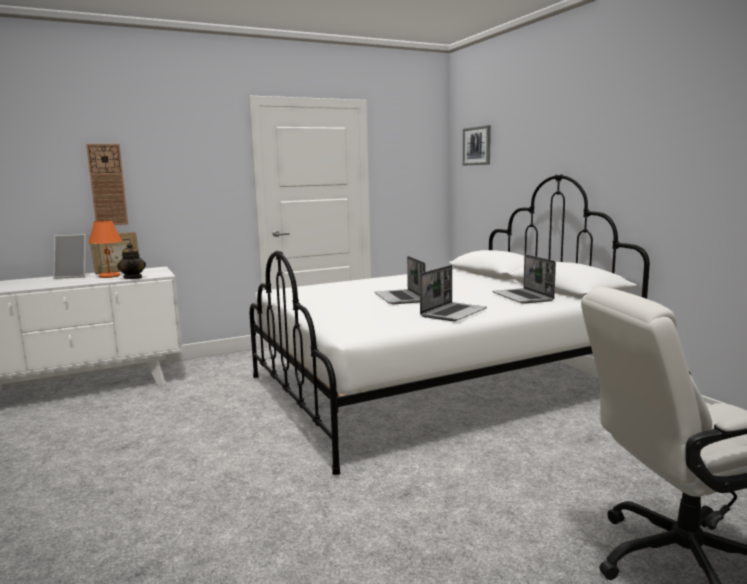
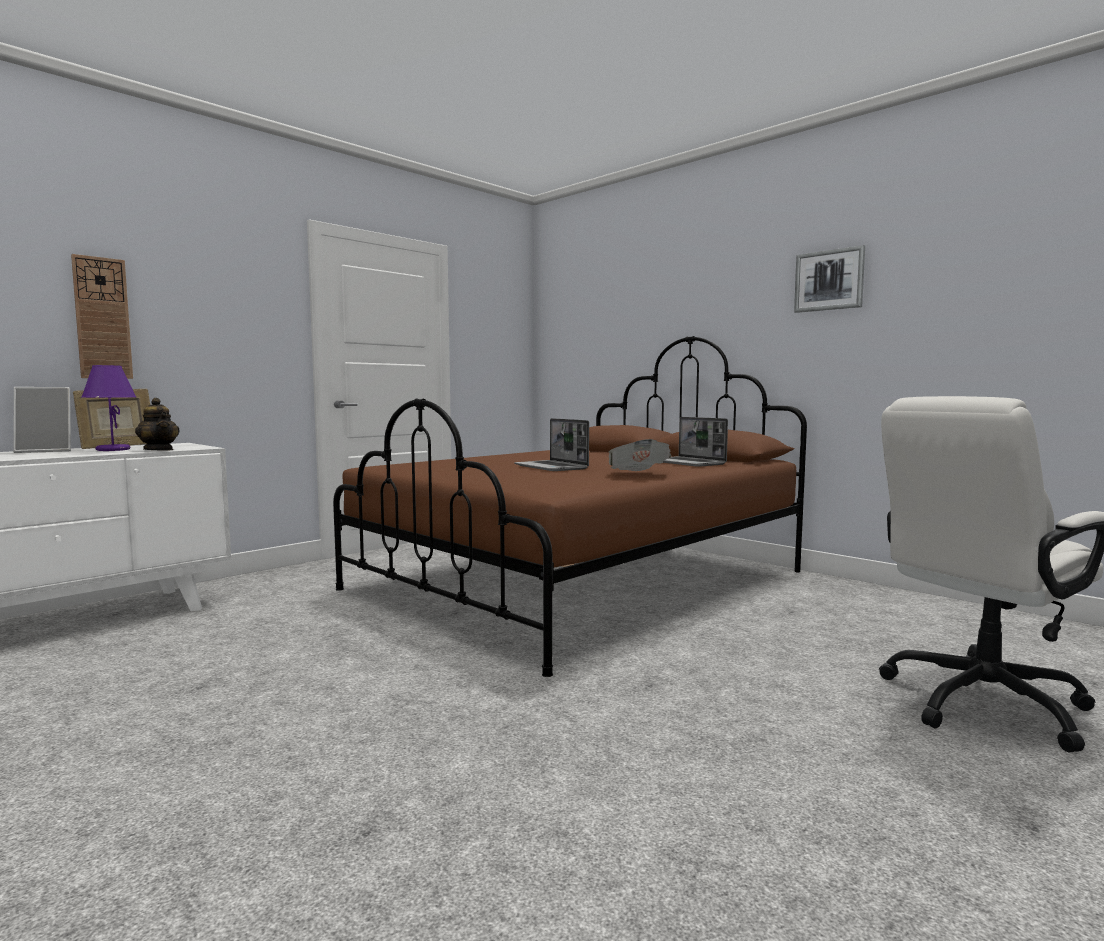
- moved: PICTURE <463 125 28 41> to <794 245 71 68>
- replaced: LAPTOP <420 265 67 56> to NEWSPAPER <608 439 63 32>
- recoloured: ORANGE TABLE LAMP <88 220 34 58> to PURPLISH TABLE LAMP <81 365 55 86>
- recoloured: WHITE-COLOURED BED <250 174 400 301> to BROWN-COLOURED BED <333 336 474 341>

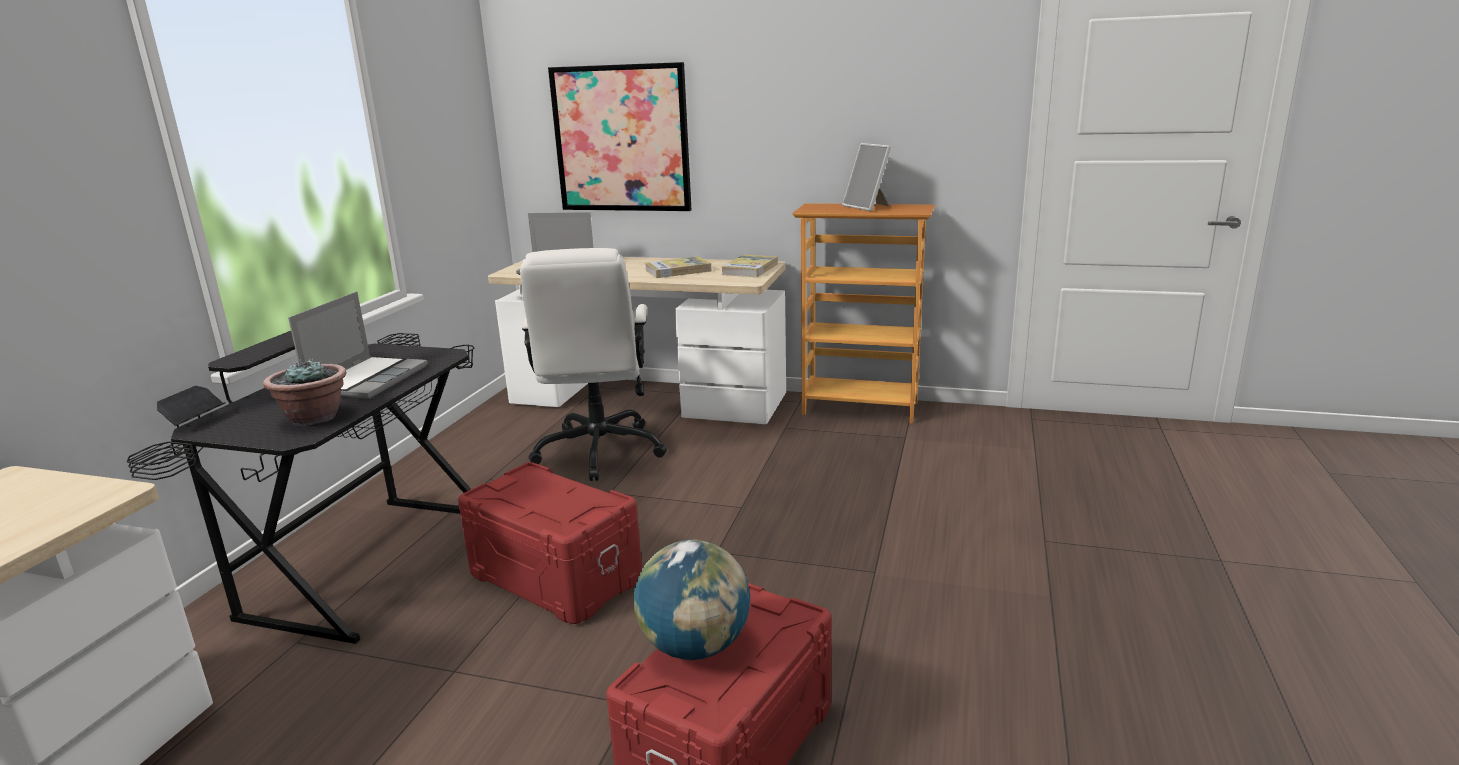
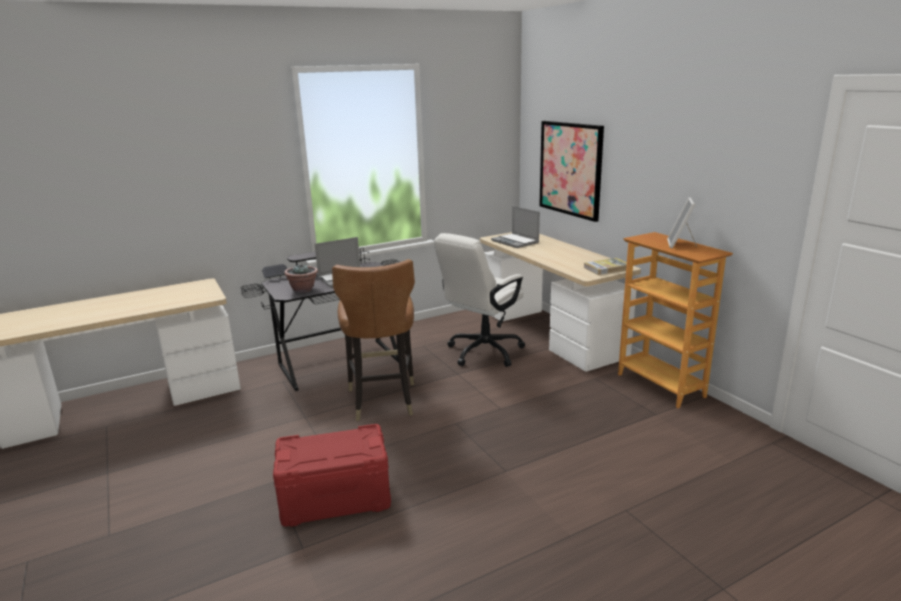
- removed: DESK GLOBE <634 540 116 120>
- removed: VOLUME <645 256 66 22>
- replaced: REDDISH STORAGE BIN <458 462 184 162> to BROWN-COLOURED UPRIGHT CHAIR <332 259 83 162>

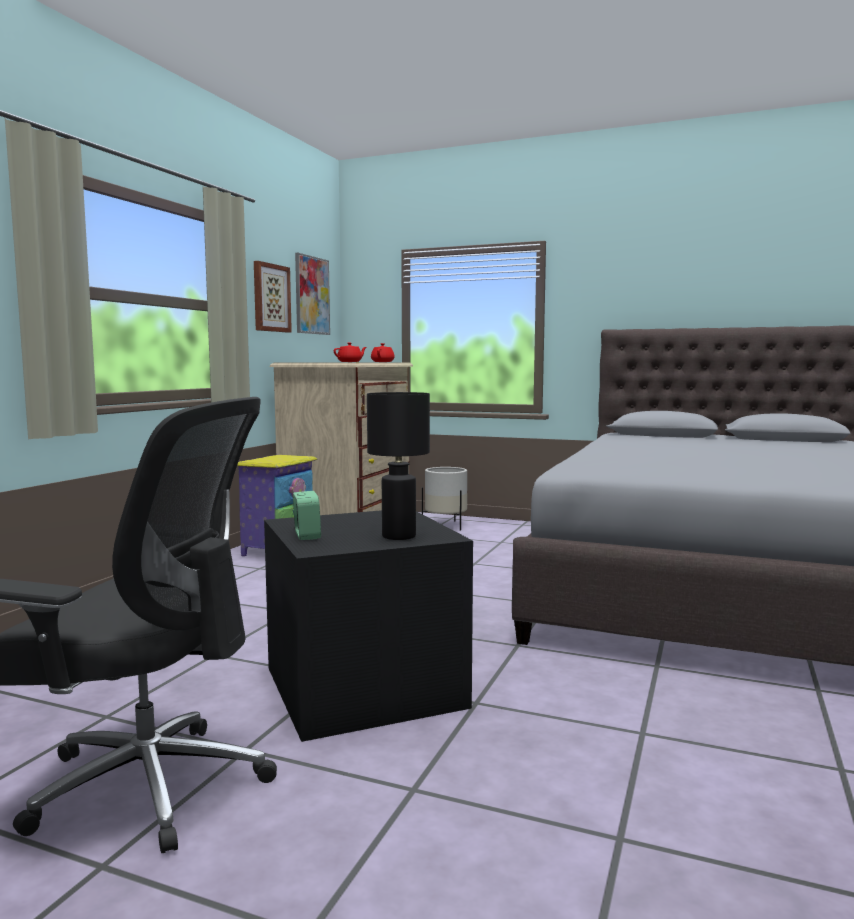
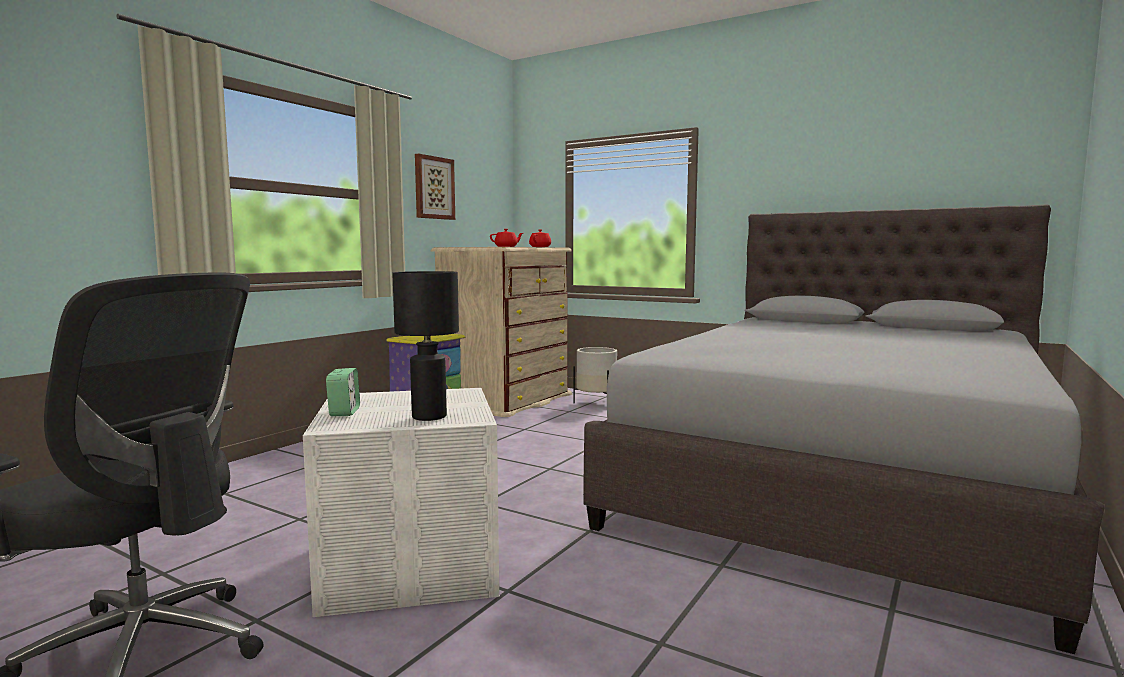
- removed: PICTURE <295 253 35 82>
- recoloured: BLACK STORAGE BIN <264 510 209 232> to WHITE-COLOURED STORAGE BIN <303 388 196 229>

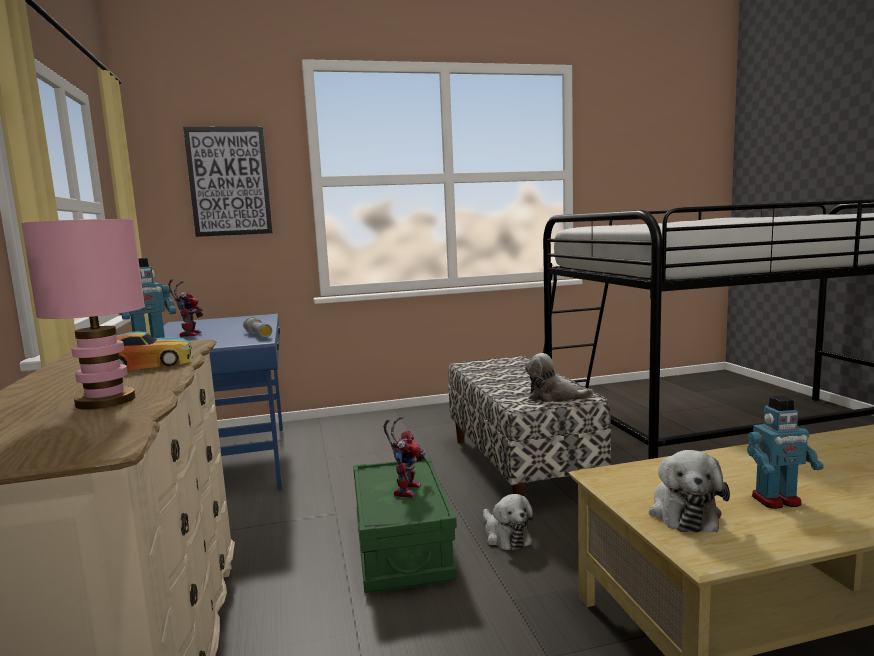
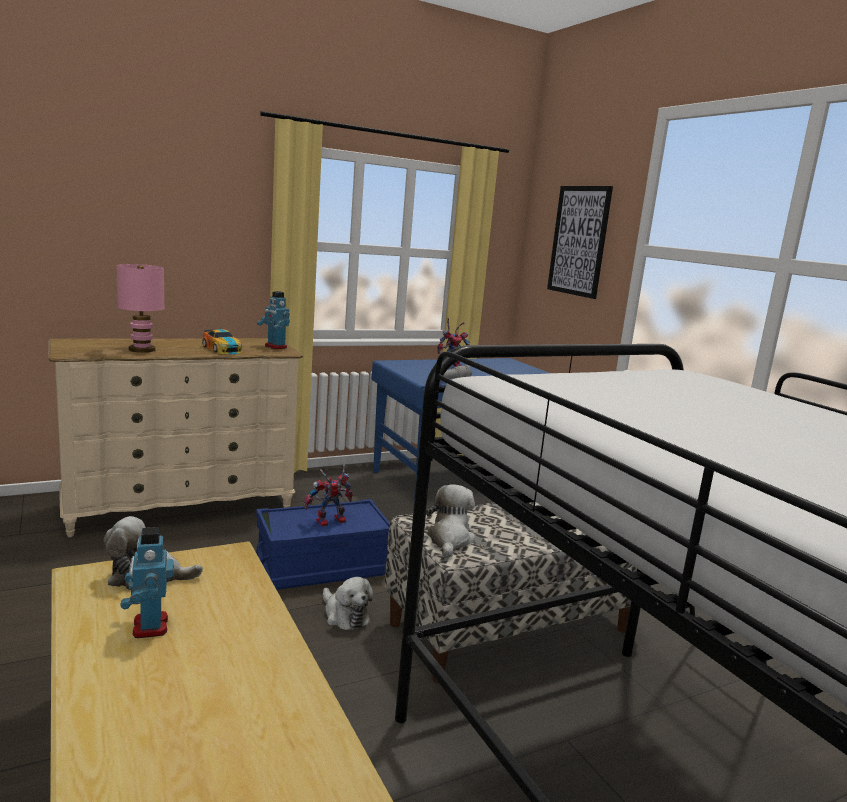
- recoloured: GREENISH STORAGE BIN <353 457 104 136> to BLUE STORAGE BIN <256 499 134 91>
- turned: TOY ROBOT <383 416 42 82> = <303 465 50 61> 150 degrees clockwise
- turned: PLUSH TOY <483 494 50 57> = <323 577 50 54> 90 degrees counterclockwise

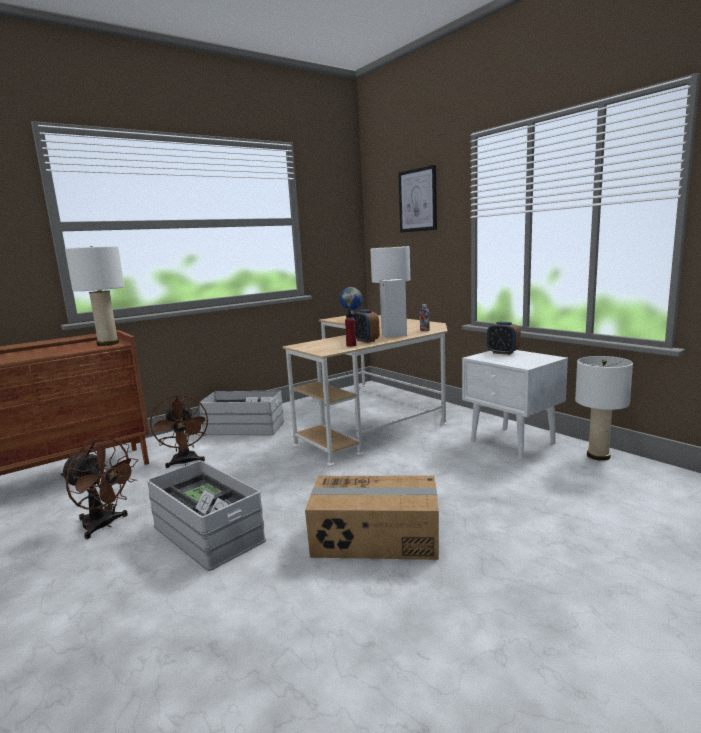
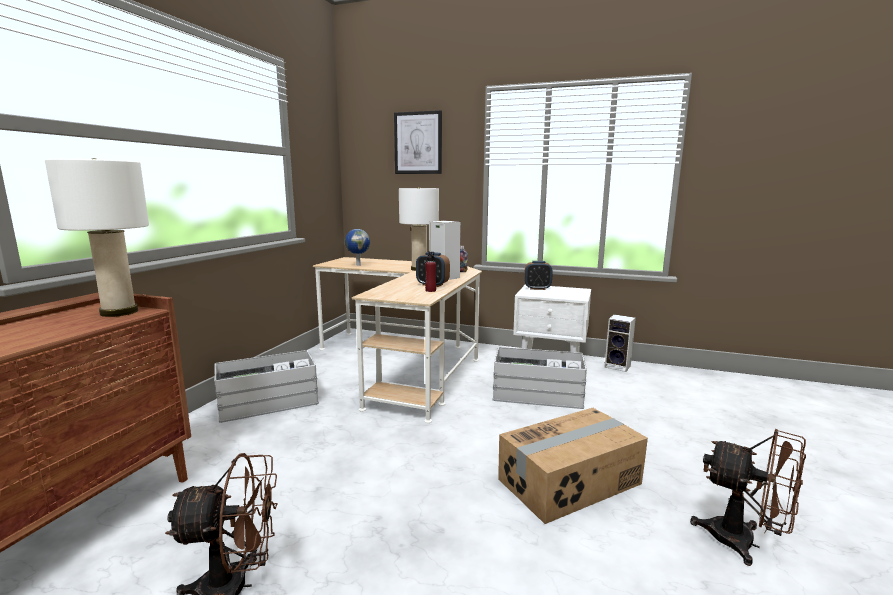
- moved: GREYISH STORAGE BIN <147 461 119 110> to <492 347 95 62>
- moved: BROWN-COLOURED COOLING FAN <150 395 58 73> to <690 429 116 137>
- replaced: WHITE-COLOURED TABLE LAMP <575 356 58 105> to LOUDSPEAKER <605 314 31 58>

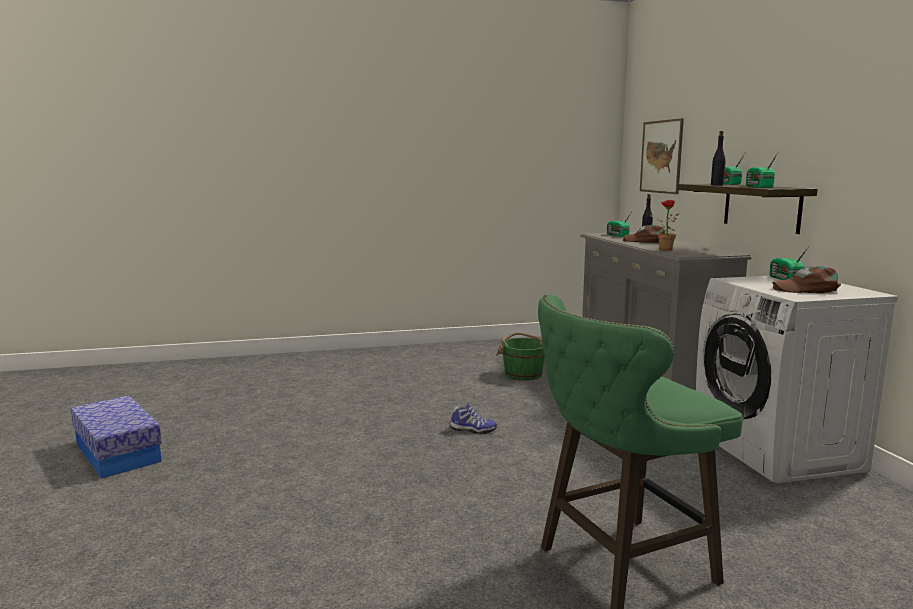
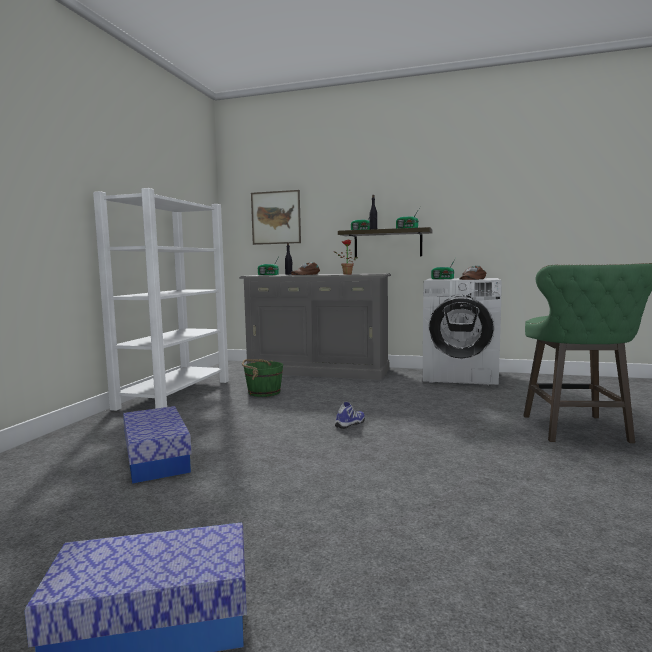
- added: WHITE-COLOURED BOOKSHELF <93 188 136 223>
- added: STORAGE BIN <123 406 69 78>

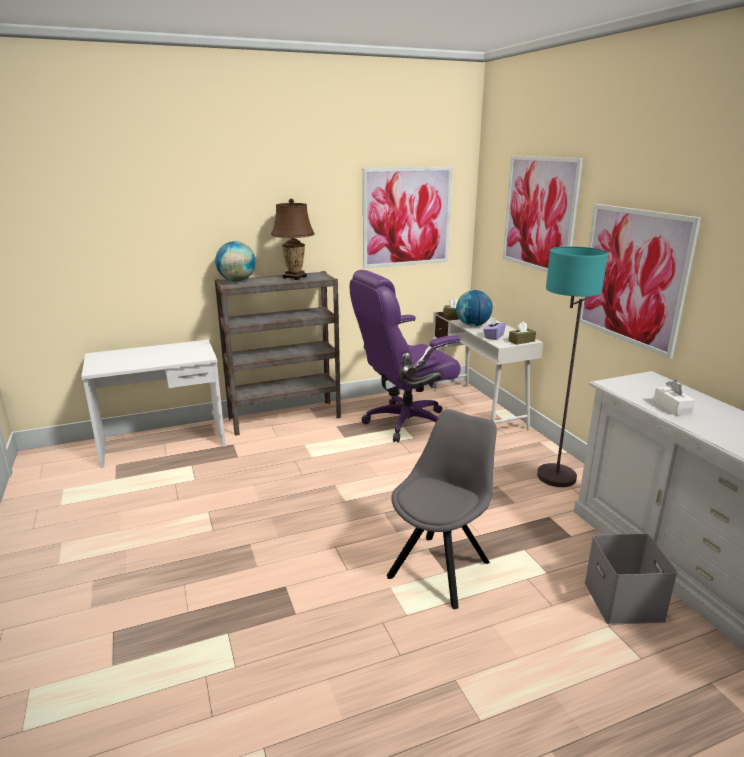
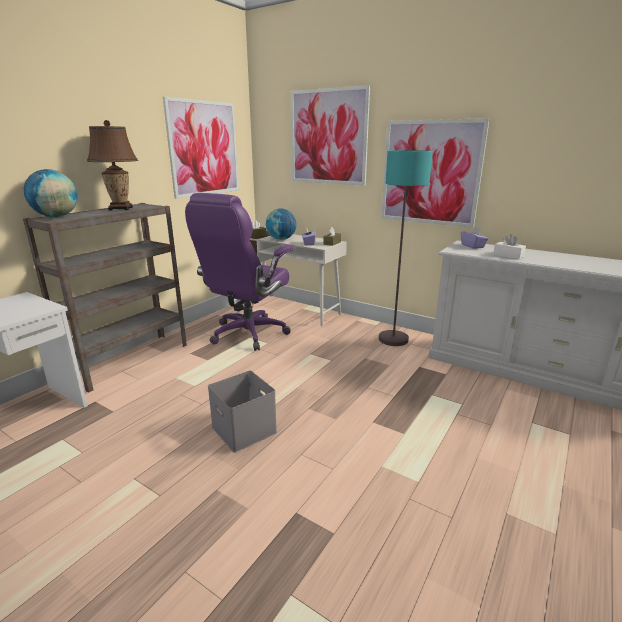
- removed: GREYISH UPRIGHT CHAIR <387 409 110 200>
- added: PURPLISH TISSUE HOLDER <461 227 27 22>
- moved: GREYISH STORAGE BIN <584 534 94 91> to <208 371 69 82>

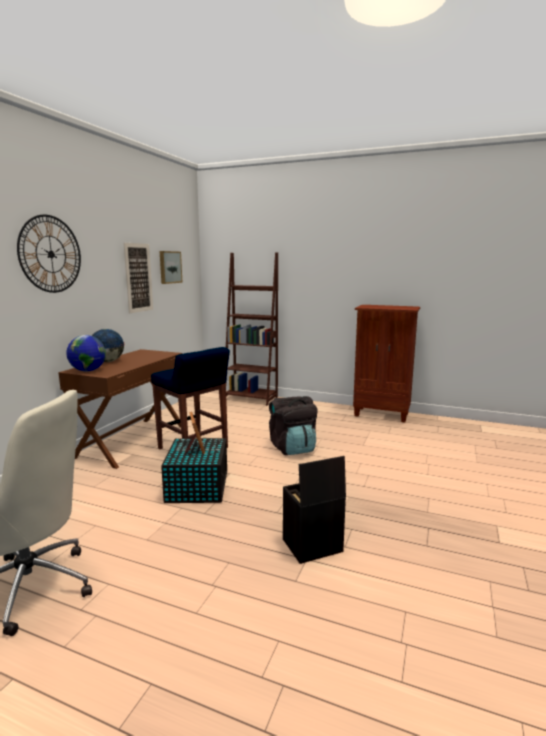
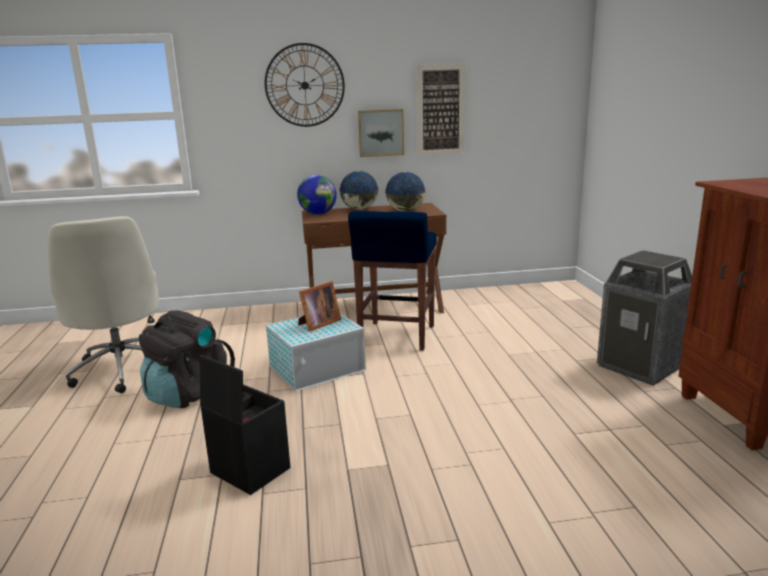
- removed: BROWN-COLOURED BOOKSHELF <226 252 52 154>
- added: DESK GLOBE <385 172 41 40>
- added: RUBBISH BIN <597 250 95 136>
- moved: PICTURE <160 251 22 33> to <358 109 46 48>
- moved: BLACK RUCKSACK <269 396 49 59> to <139 310 96 98>
- recoloured: BLACK STORAGE BIN <161 438 66 65> to WHITE-COLOURED STORAGE BIN <266 313 100 78>

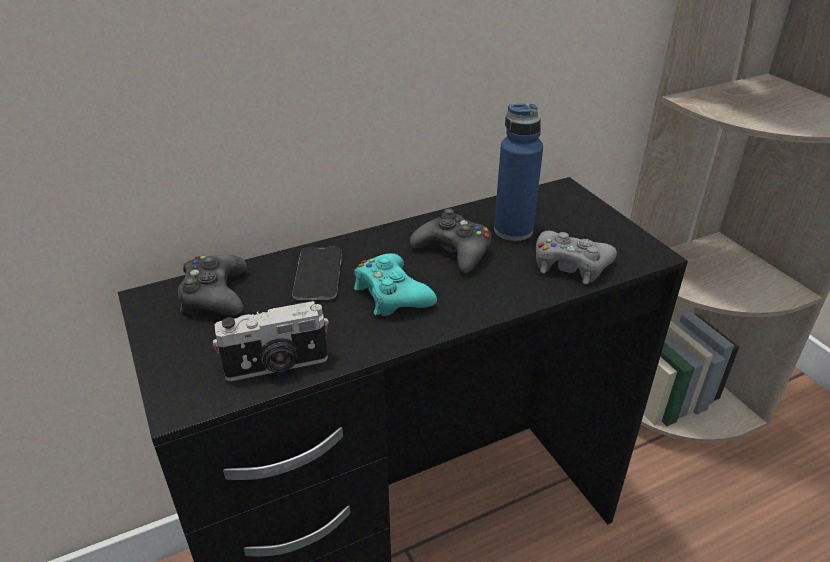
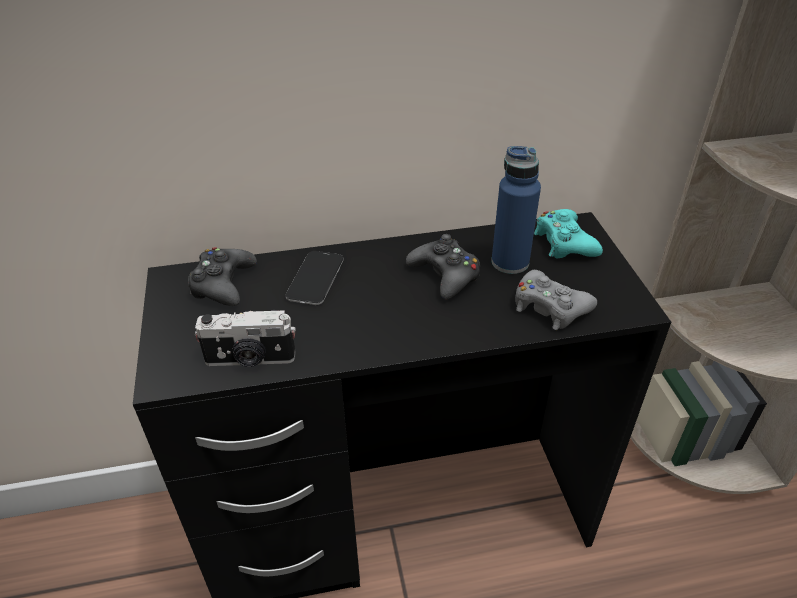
- moved: BLUE-GREEN GAMEPAD <354 253 83 63> to <534 209 69 49>

